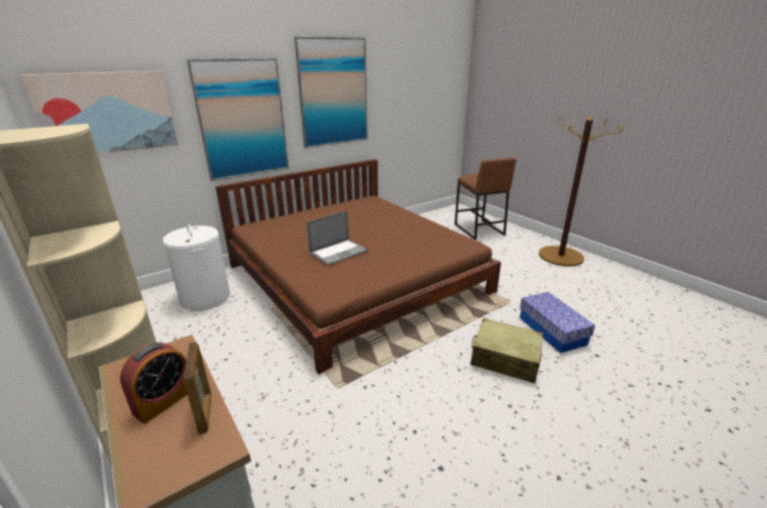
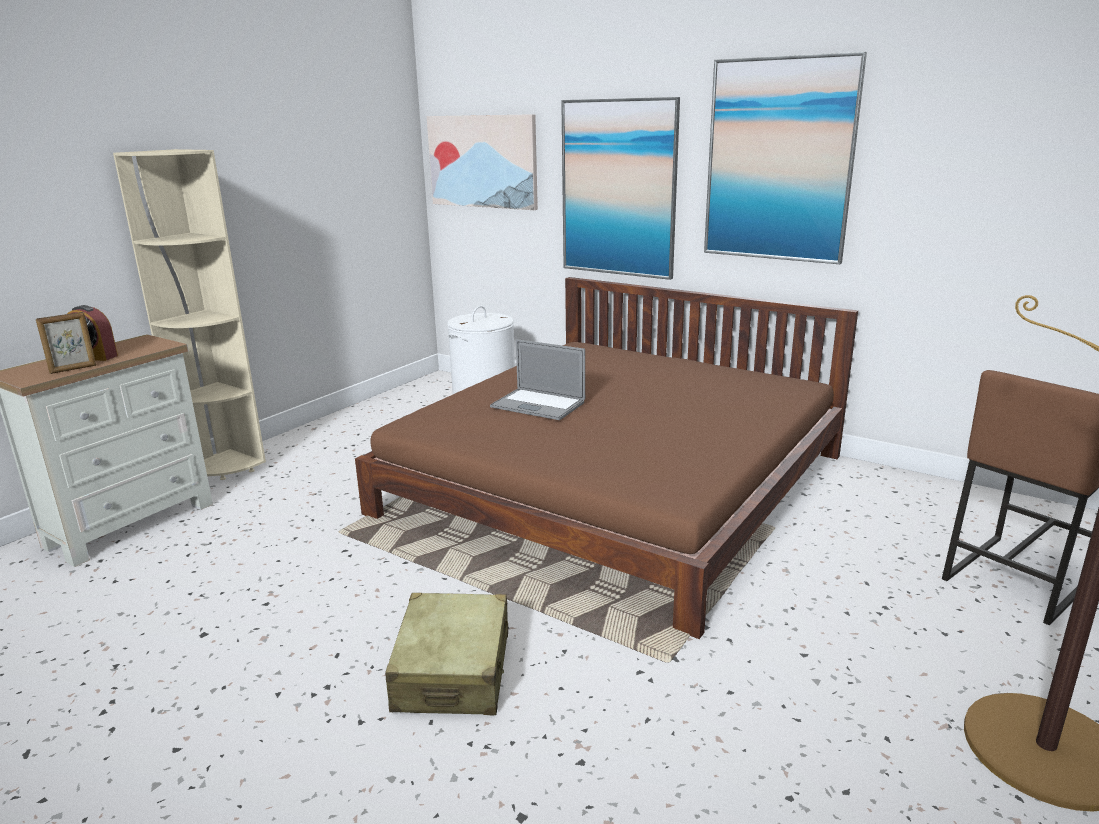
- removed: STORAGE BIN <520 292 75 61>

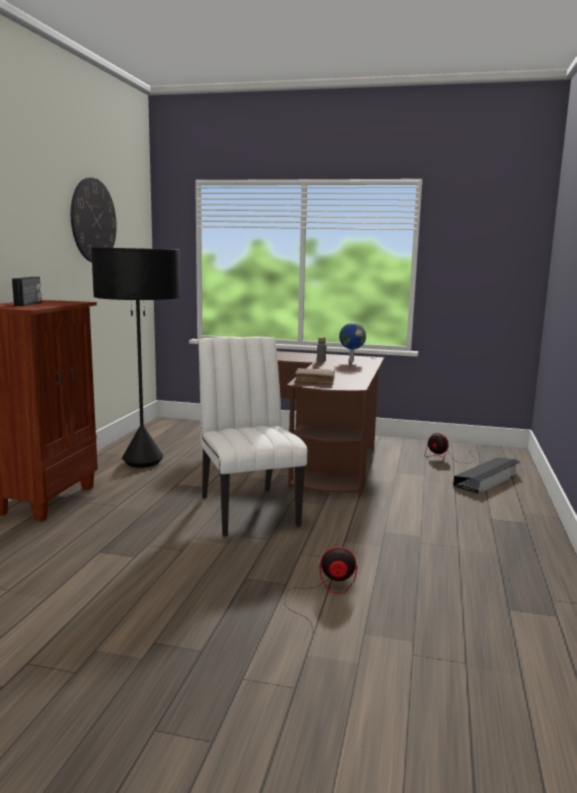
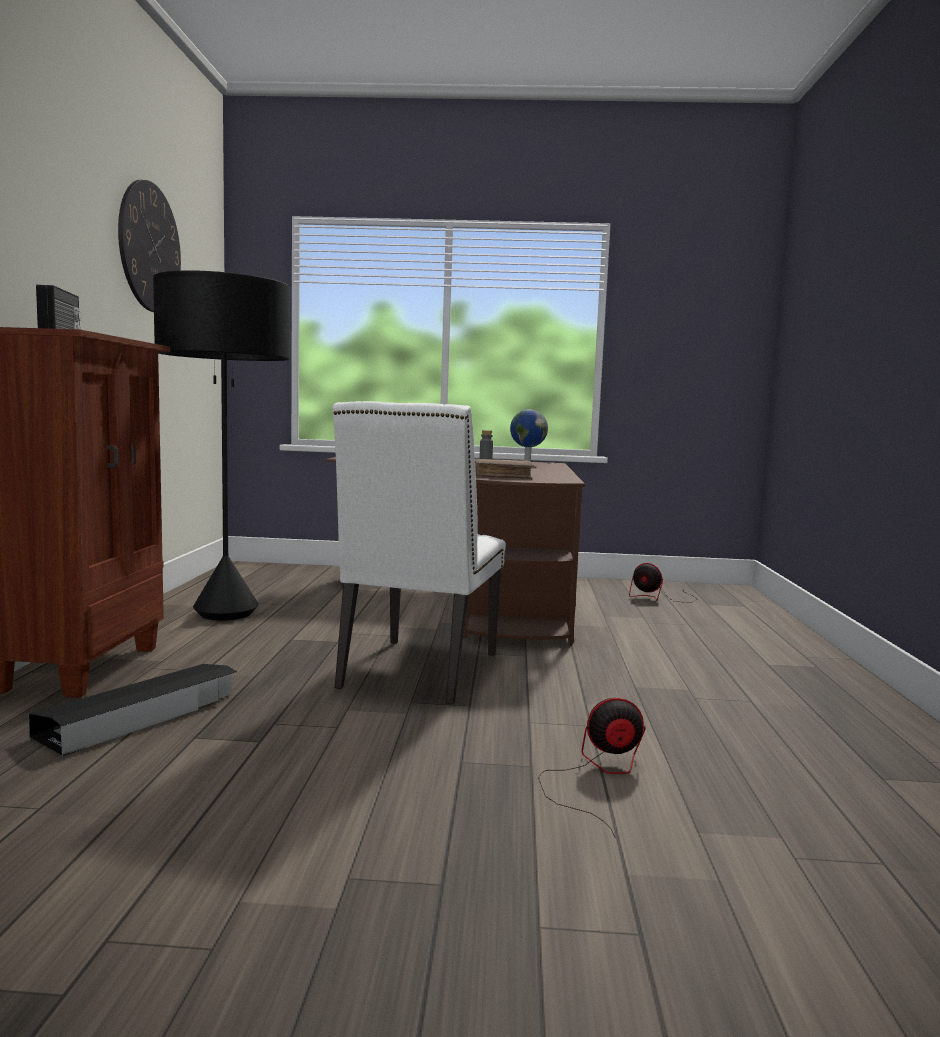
- moved: BLACK STORAGE BIN <453 458 67 36> to <29 664 208 92>
- turned: WHITE-COLOURED UPRIGHT CHAIR <198 336 110 200> = <332 401 174 304> 135 degrees counterclockwise

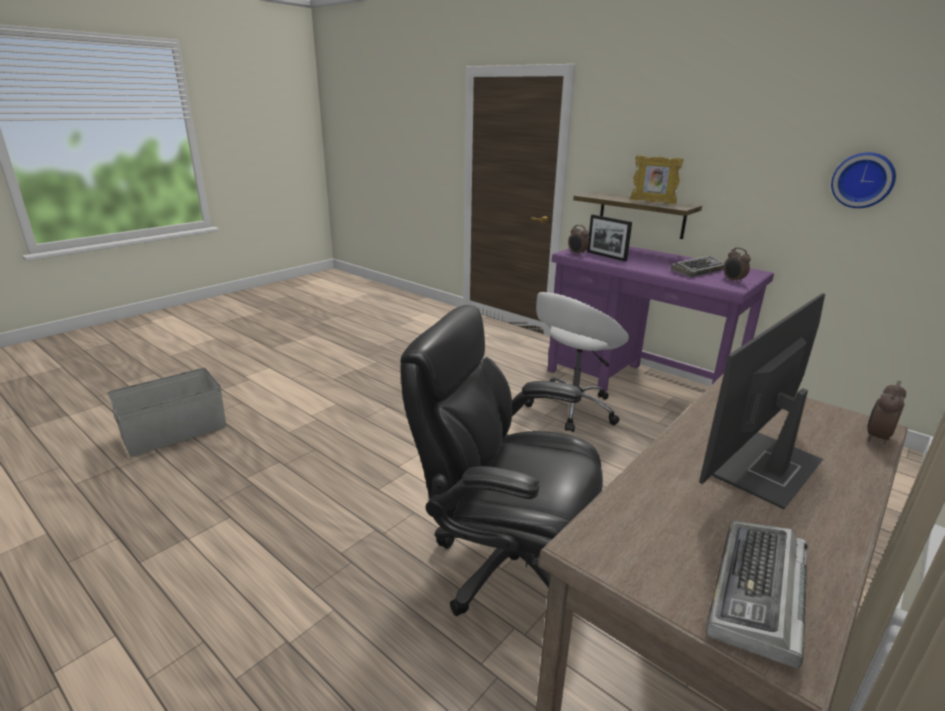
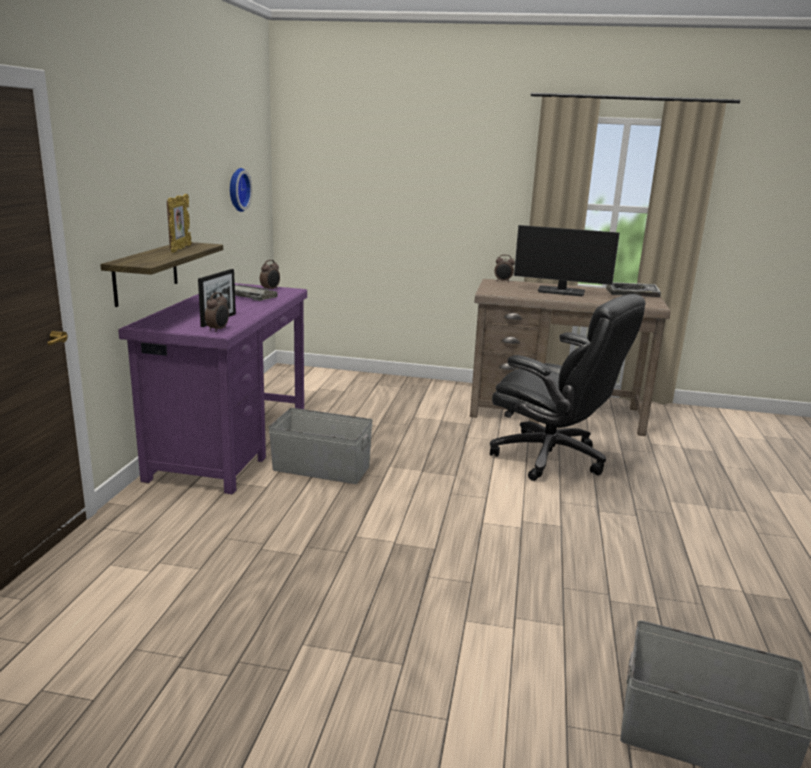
- replaced: WHITE-COLOURED OFFICE CHAIR <525 292 104 140> to GREYISH STORAGE BIN <269 408 104 76>
- turned: BLACK OFFICE CHAIR <401 305 202 311> = <490 294 155 187> 45 degrees counterclockwise

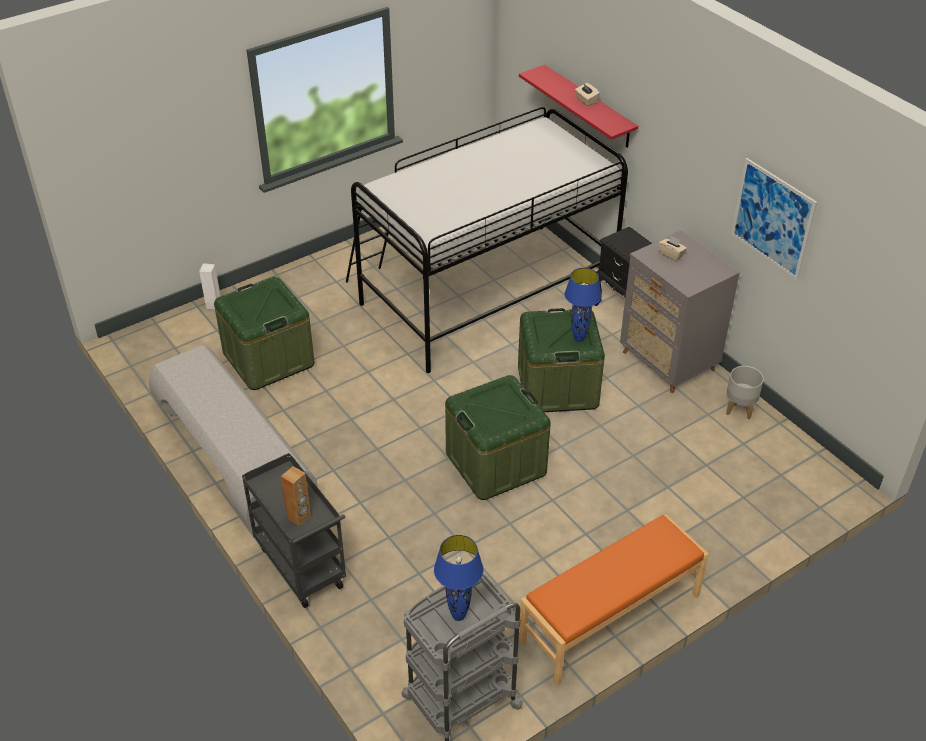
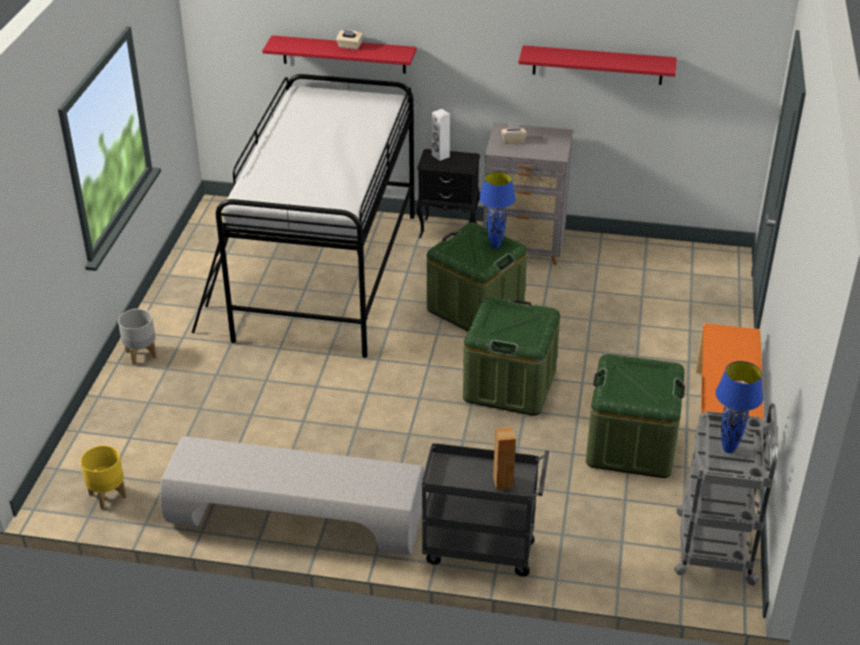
- added: YELLOW-COLOURED FLOWER POT <80 445 47 64>
- moved: WHITE-COLOURED LOUDSPEAKER <199 263 22 47> to <432 109 18 52>
- moved: GREENISH STORAGE BIN <214 277 100 113> to <586 354 99 124>
- moved: GREYISH FLOWER POT <726 366 38 53> to <118 309 39 56>
- replaced: PICTURE <731 158 86 122> to REDDISH WALL SHELF <518 45 159 40>

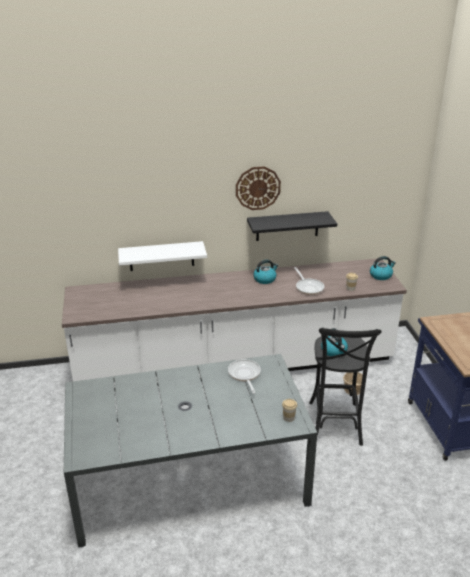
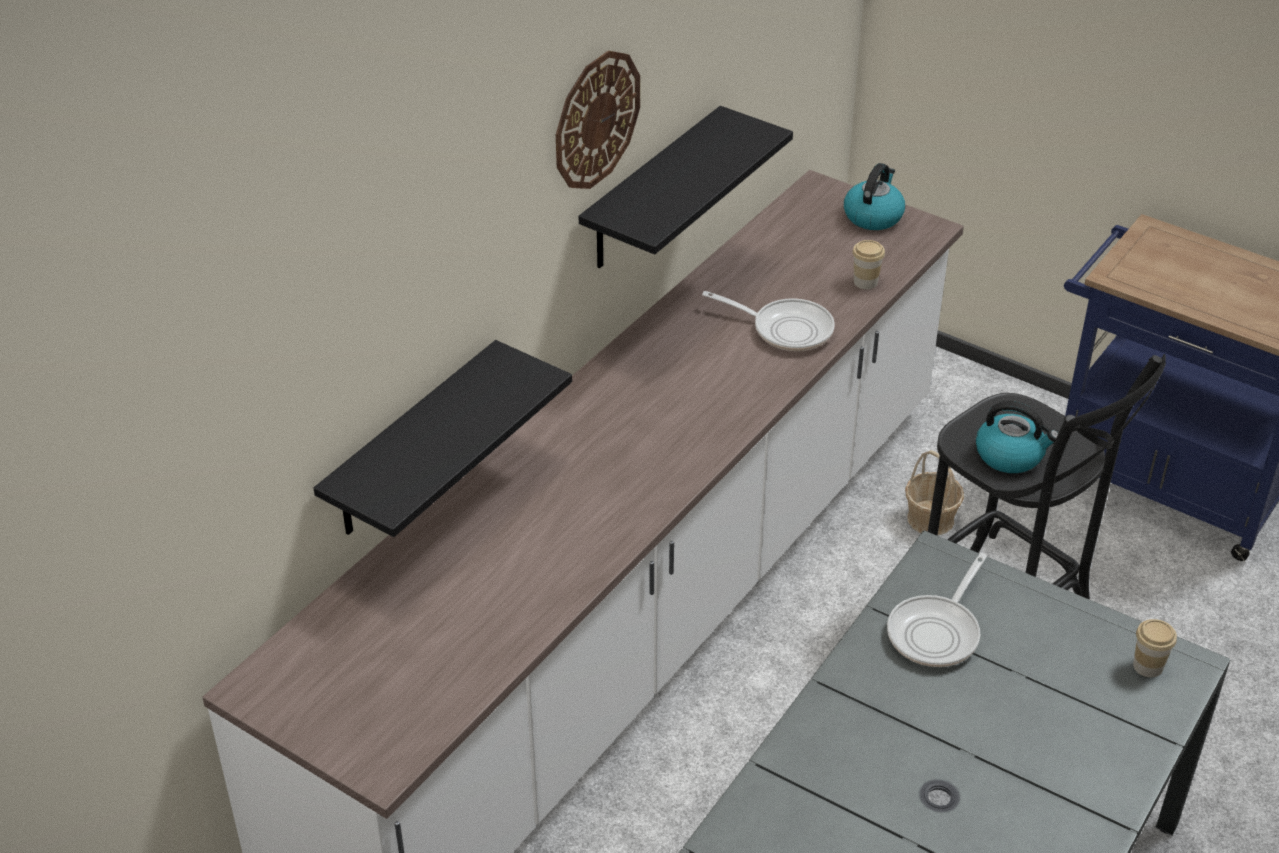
- removed: WATER KETTLE <253 260 25 24>
- recoloured: WHITE-COLOURED WALL SHELF <118 241 89 30> to BLACK WALL SHELF <314 340 258 197>
- turned: SKILLET <228 359 33 35> = <887 553 100 114> 90 degrees counterclockwise

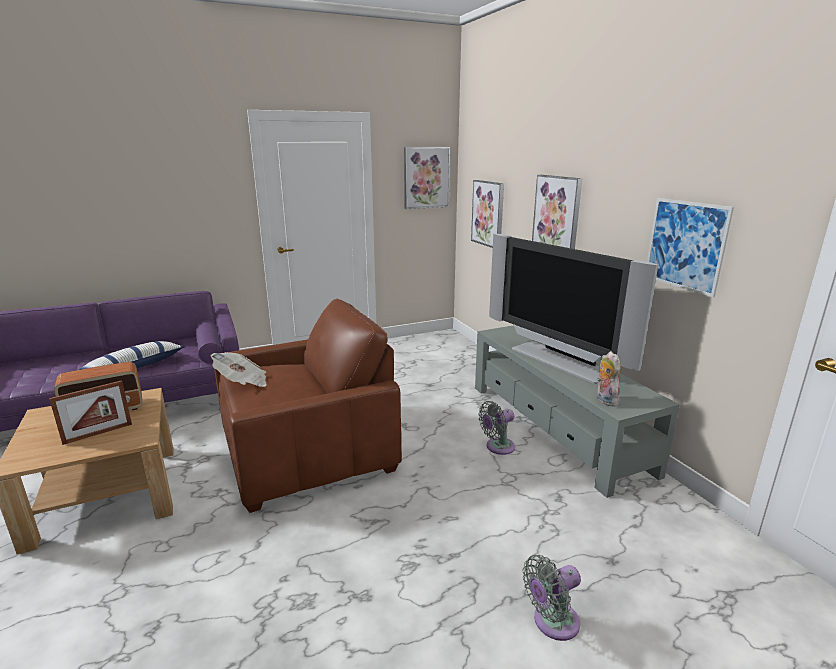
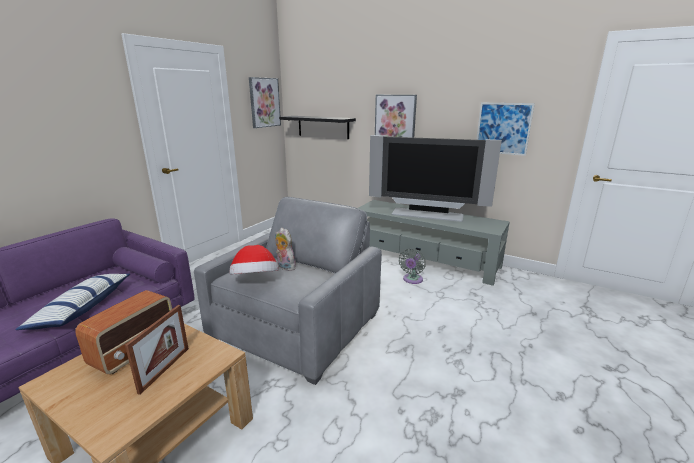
- removed: GREYISH COOLING FAN <523 555 58 86>
- moved: PLUSH TOY <597 351 24 56> to <275 228 21 43>
- replaced: NEWSPAPER <211 352 56 35> to HAT <229 245 50 30>
- replaced: PICTURE <471 180 33 68> to BLACK WALL SHELF <279 116 77 23>
- recoloured: BROWN-COLOURED LOUNGE CHAIR <214 298 187 215> to GREYISH LOUNGE CHAIR <194 197 188 188>

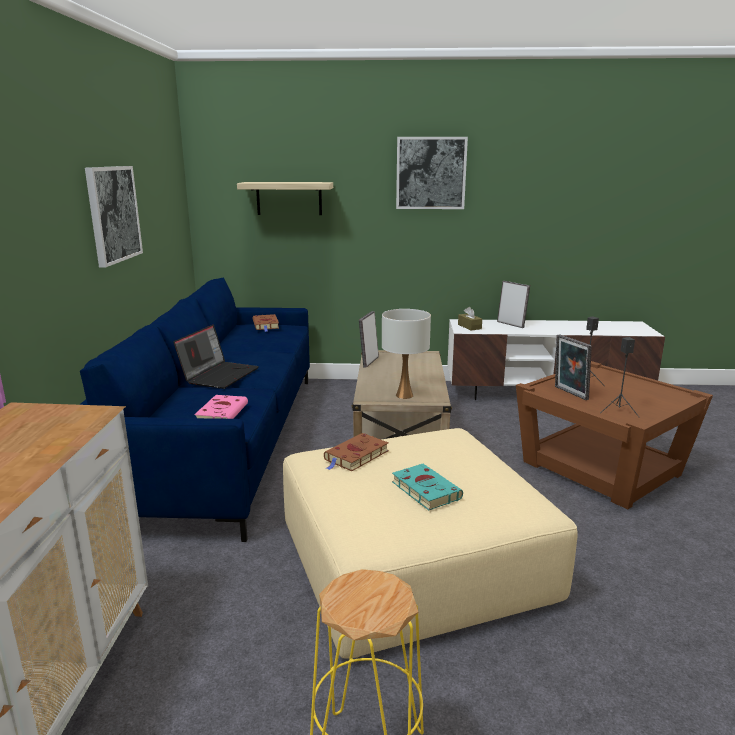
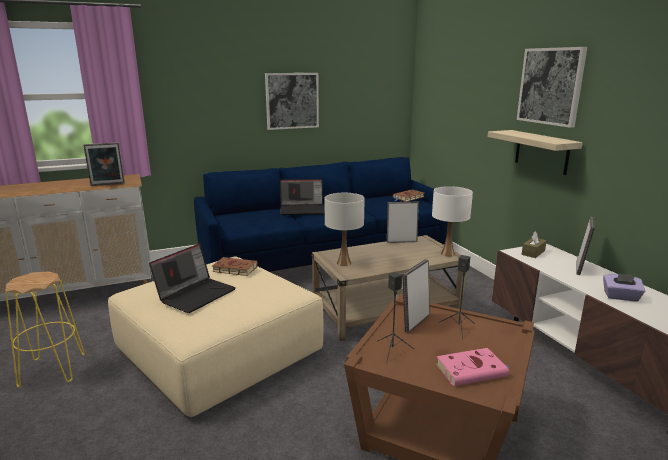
- added: PICTURE FRAME <84 142 41 44>
- added: WHITE-COLOURED TABLE LAMP <432 186 41 71>
- added: PURPLISH TISSUE HOLDER <603 273 42 29>
- moved: PINK-COLOURED VOLUME <194 395 54 24> to <436 348 74 38>
- moved: WALL SHELF <237 182 96 33> to <488 130 95 45>
- replaced: BLUE-GREEN VOLUME <392 464 71 46> to LAPTOP <149 243 87 70>

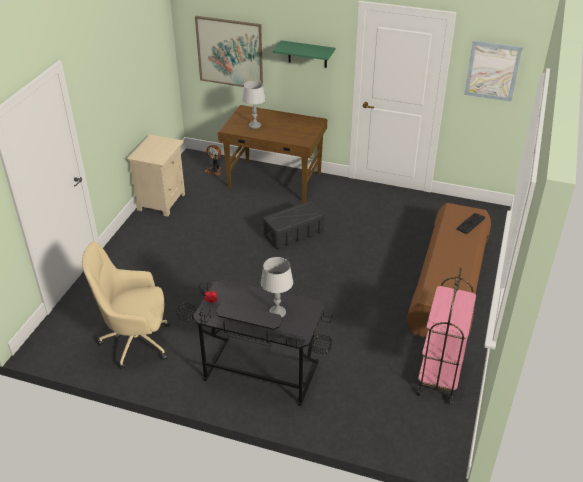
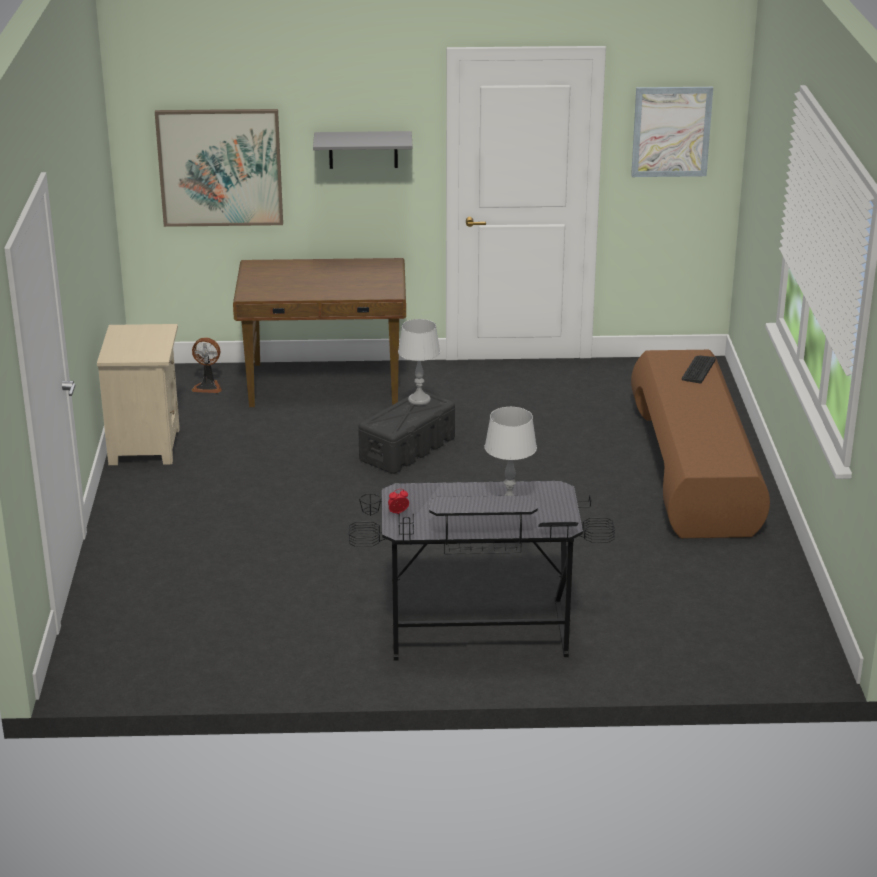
- removed: BEIGE OFFICE CHAIR <82 242 88 127>
- removed: PINK-COLOURED CART <417 268 59 137>
- moved: GREYISH TABLE LAMP <242 80 24 49> to <398 319 42 86>
- recoloured: GREENISH WALL SHELF <272 40 63 28> to GREYISH WALL SHELF <313 131 100 38>

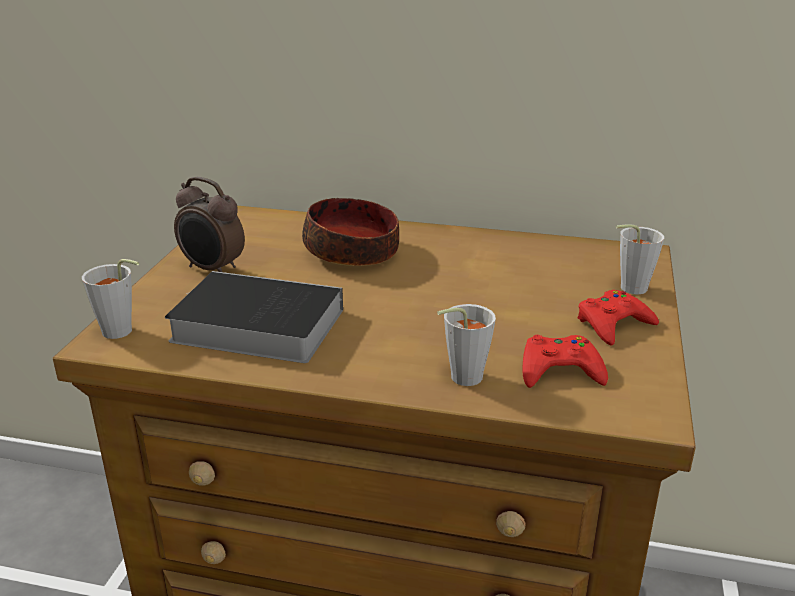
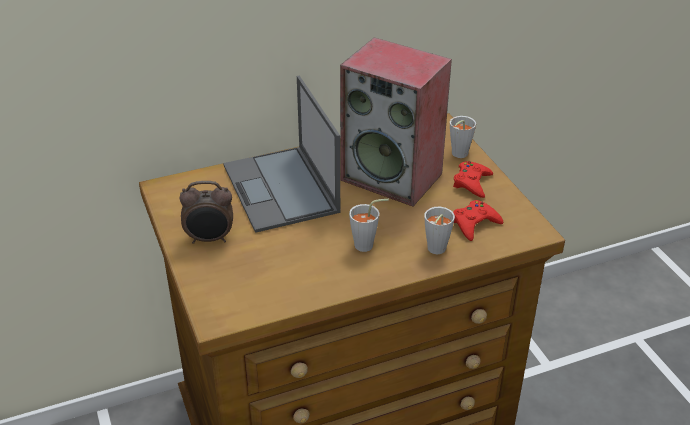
- removed: VOLUME <165 271 178 92>
- added: LOUDSPEAKER <340 37 112 169>
- moved: GREYISH SMALL CUP <82 259 57 80> to <349 199 40 53>
- replaced: SERVING BOWL <302 198 97 68> to LAPTOP <223 76 117 157>

